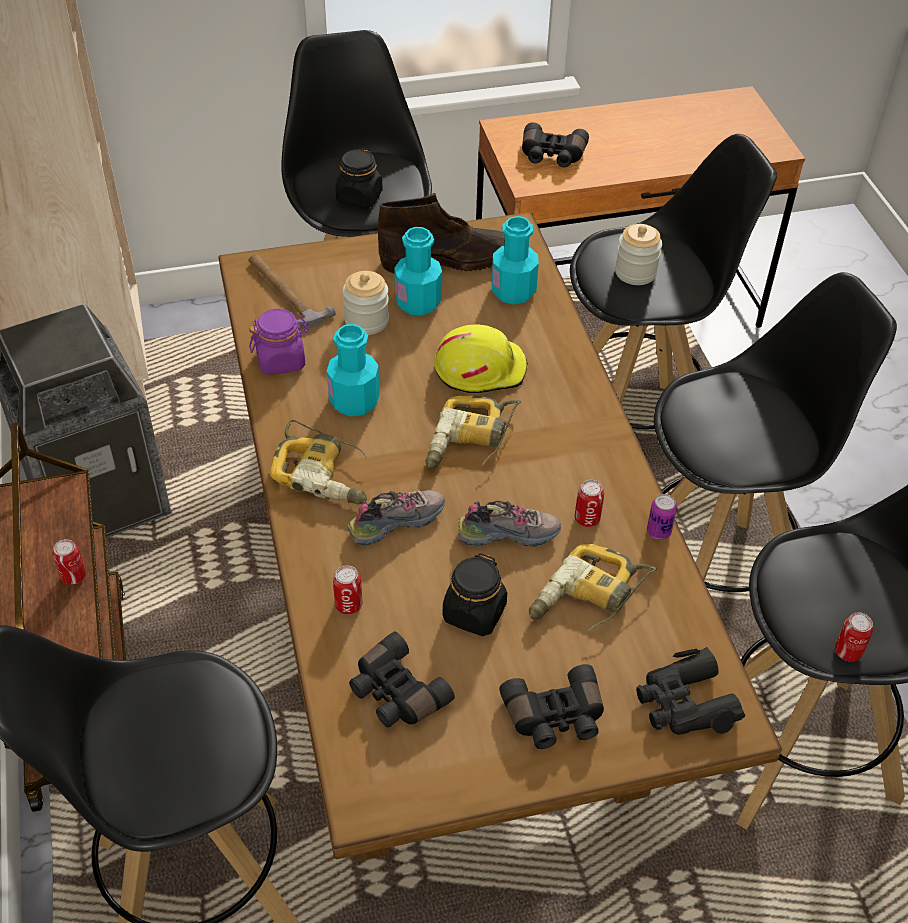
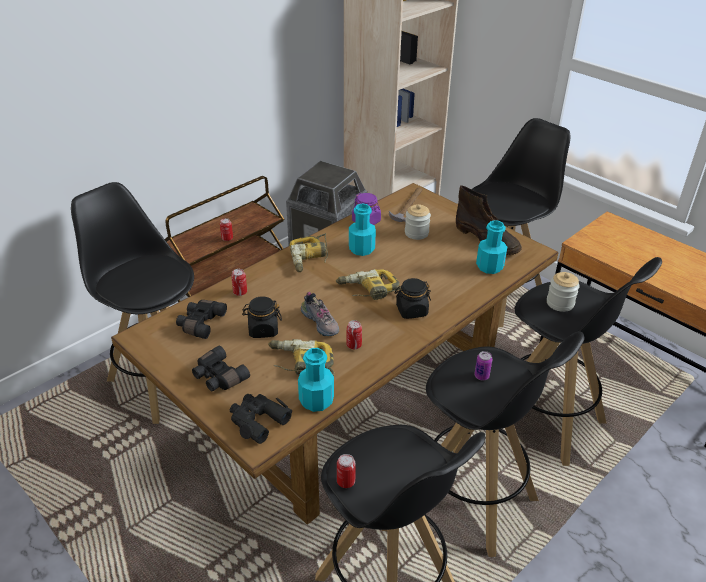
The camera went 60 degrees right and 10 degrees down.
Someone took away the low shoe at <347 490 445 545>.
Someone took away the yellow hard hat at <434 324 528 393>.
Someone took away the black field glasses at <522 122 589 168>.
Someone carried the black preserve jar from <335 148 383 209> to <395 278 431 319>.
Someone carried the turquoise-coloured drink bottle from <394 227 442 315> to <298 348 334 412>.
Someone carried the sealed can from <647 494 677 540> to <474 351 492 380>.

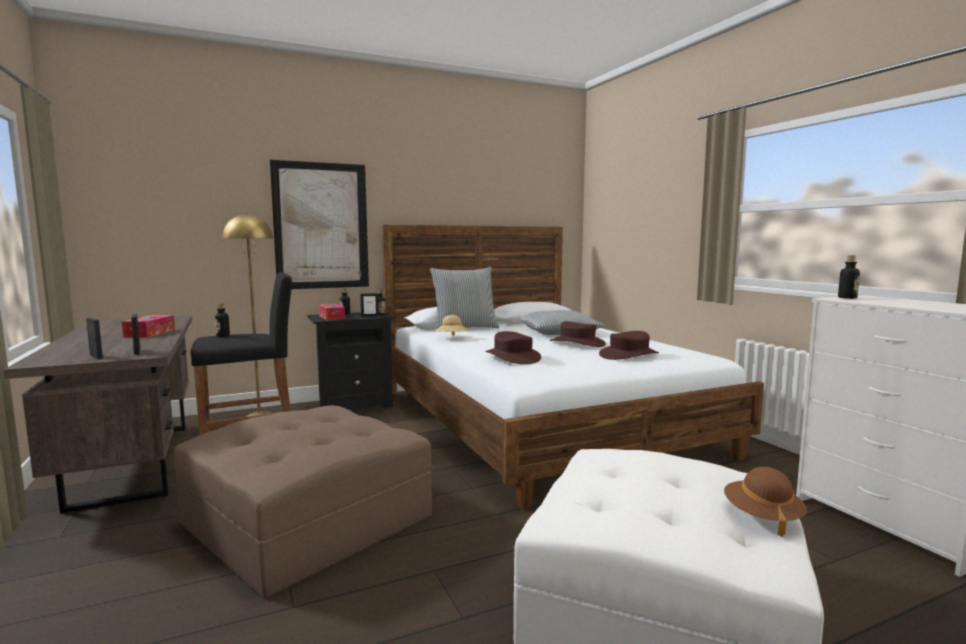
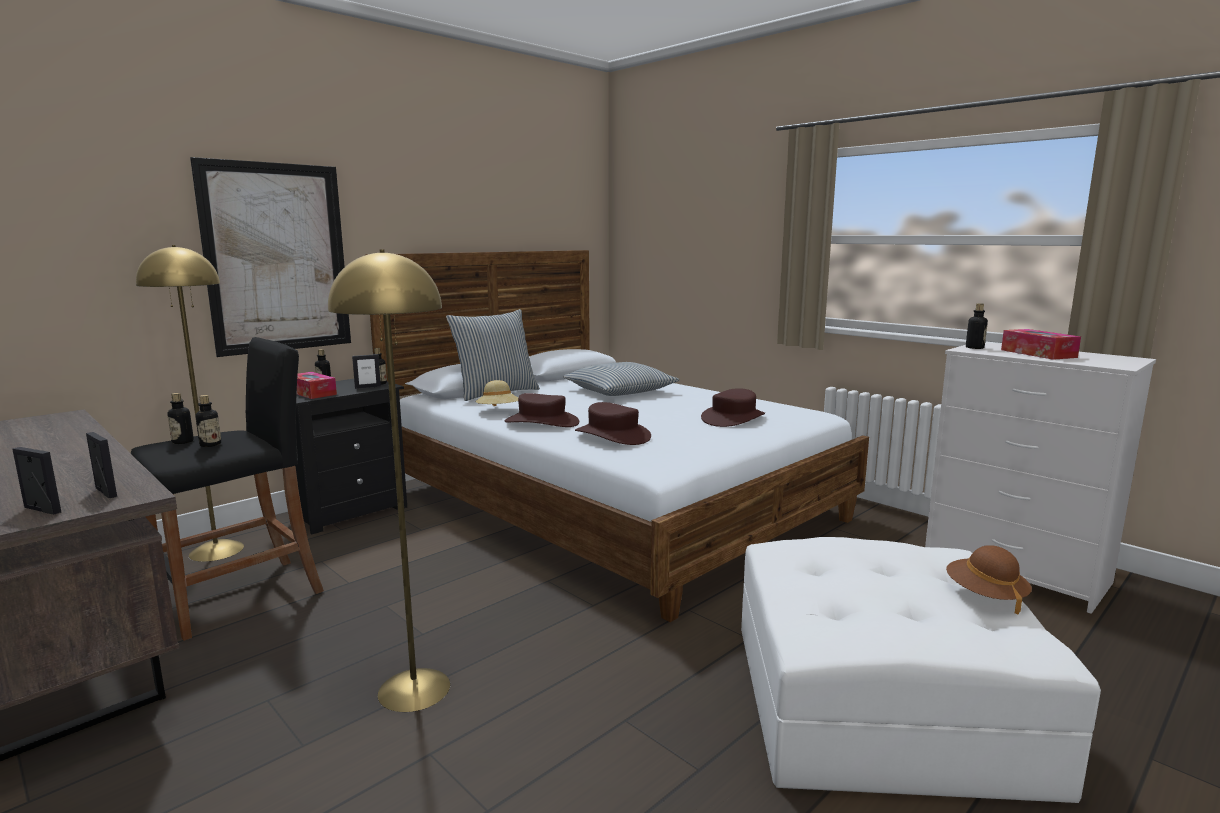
The camera went 20 degrees left and 5 degrees up.
Someone put down the drink bottle at <195 395 221 447>.
Someone carried the box of tissues from <122 315 175 338> to <1001 329 1081 360>.
Someone carried the brown-coloured hat from <550 321 606 347> to <504 393 579 427>.
Someone swapped the brown-coloured footrest at <174 405 432 598> for the yellow standard lamp at <328 249 450 712>.

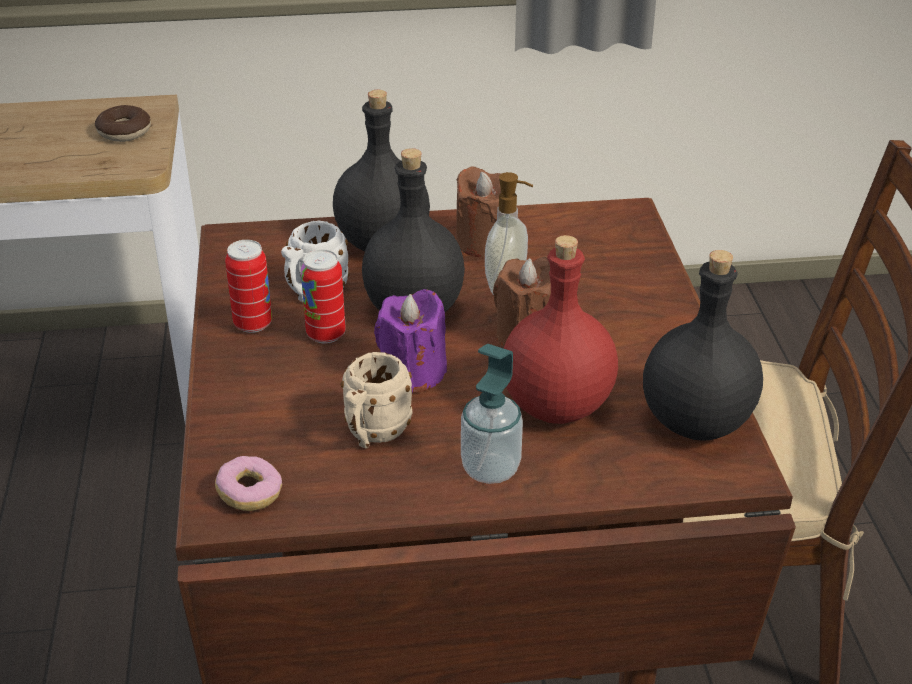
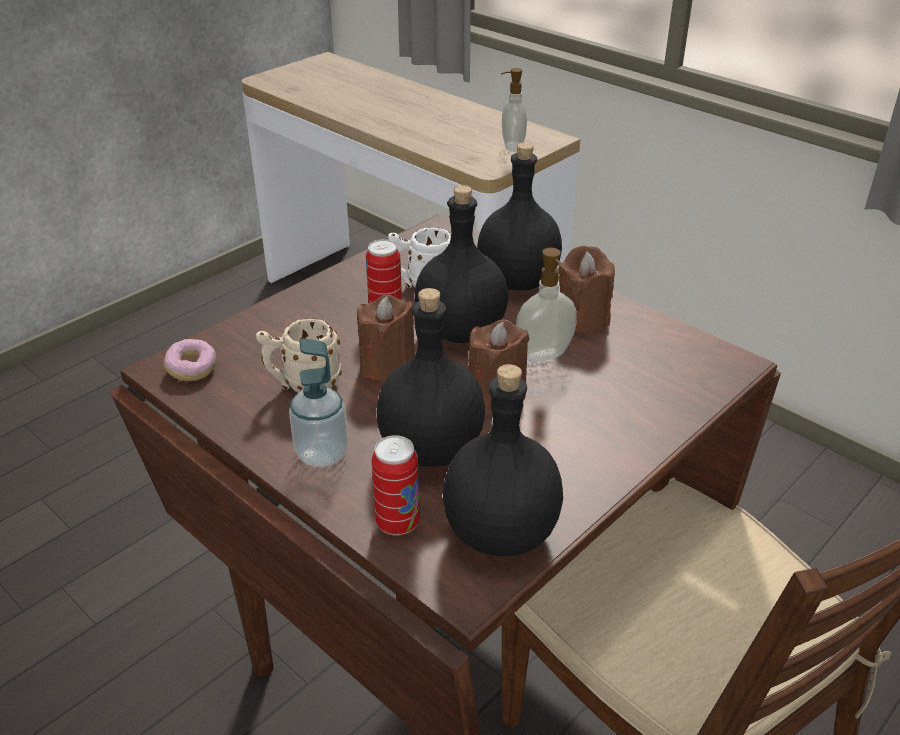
The camera went 50 degrees right and 0 degrees up.
Someone carried the sealed can from <225 240 272 333> to <372 435 420 535>.
Someone swapped the doughnut at <95 105 151 142> for the soap bottle at <501 68 527 152>.
Someone repainted the purplish candle at <374 289 447 393>, which became the brown-coloured candle at <357 295 415 383>.
Someone repainted the reddish drink bottle at <504 235 618 424>, which became the black drink bottle at <377 288 485 467>.

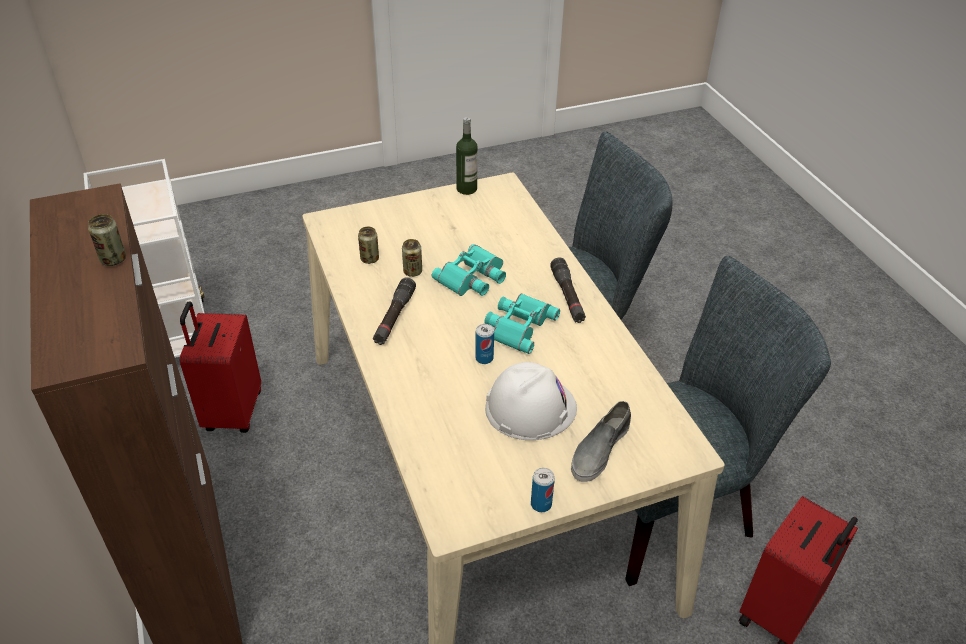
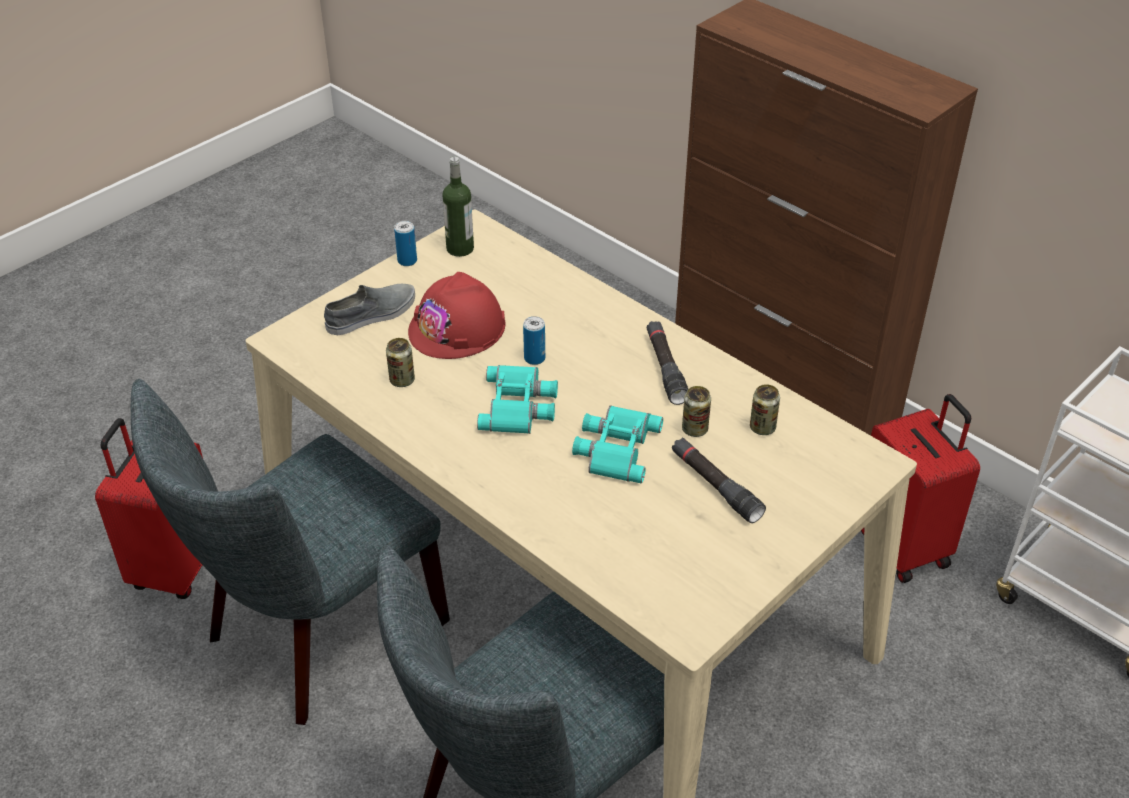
The camera went 155 degrees right and 0 degrees up.
Someone carried the sealed can from <88 214 126 266> to <386 338 415 387>.
Someone carried the drink bottle from <456 117 478 195> to <442 156 474 257>.
Someone carried the black torch from <550 257 586 323> to <672 438 766 523>.
Someone repainted the white hard hat at <485 362 577 440>, which became the reddish hard hat at <408 272 505 359>.
Someone rotated the grey low shoe at <571 401 631 482> by 45 degrees clockwise.

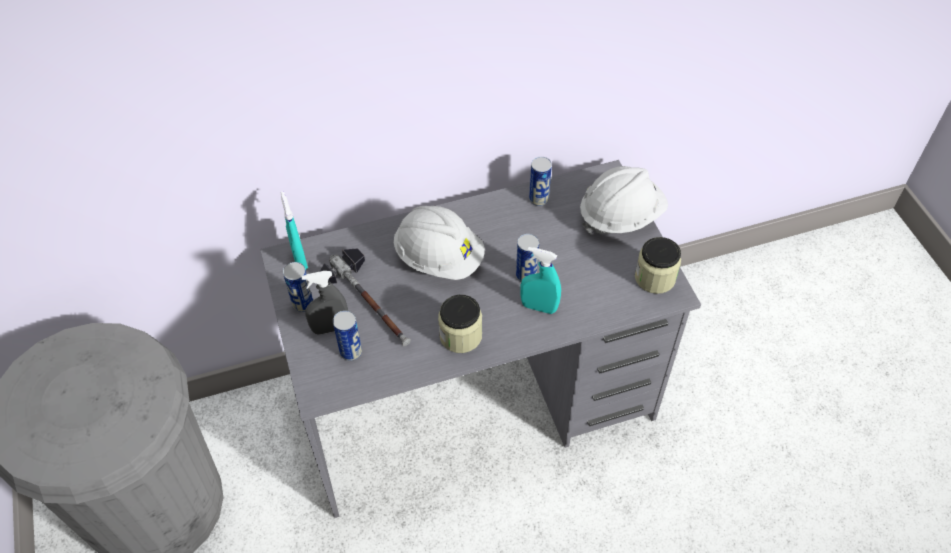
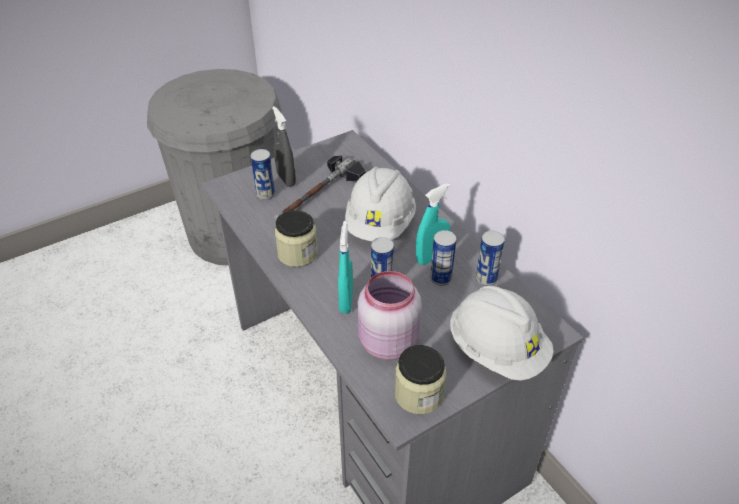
The camera went 75 degrees right and 10 degrees down.
Someone put down the pink-coloured preserve jar at <358 271 422 360>.
Someone carried the turquoise-coloured spray bottle from <280 191 308 270> to <416 183 451 265>.
Someone carried the sealed can from <283 262 313 312> to <430 230 456 286>.

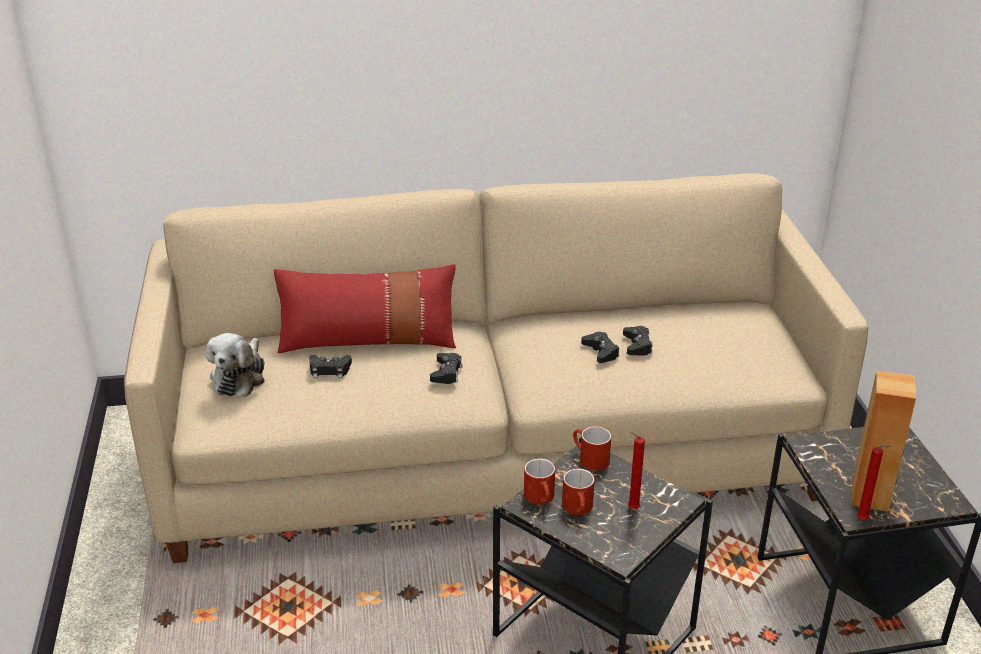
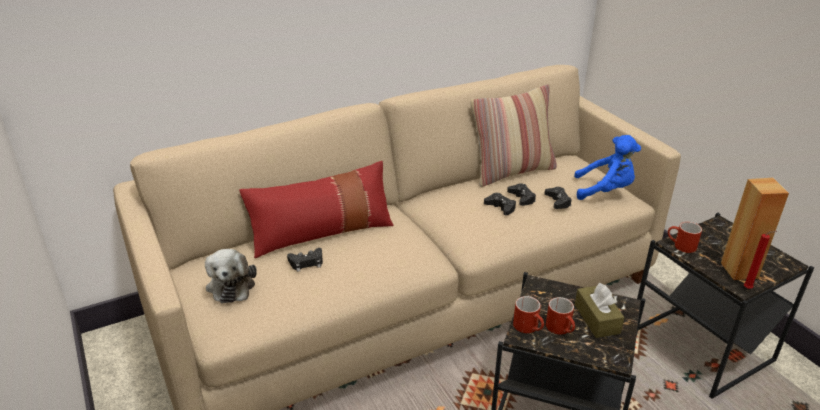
The camera went 20 degrees left and 0 degrees up.
Someone put down the throw pillow at <471 85 557 187>.
Someone put down the blue-coloured cuddly toy at <574 135 641 200>.
Someone carried the black joypad from <430 353 463 384> to <545 187 572 209>.
Someone carried the reddish coffee mug from <573 426 611 471> to <668 222 702 253>.
Someone swapped the reddish candle at <628 431 645 509> for the brown-coloured box of tissues at <575 282 625 338>.

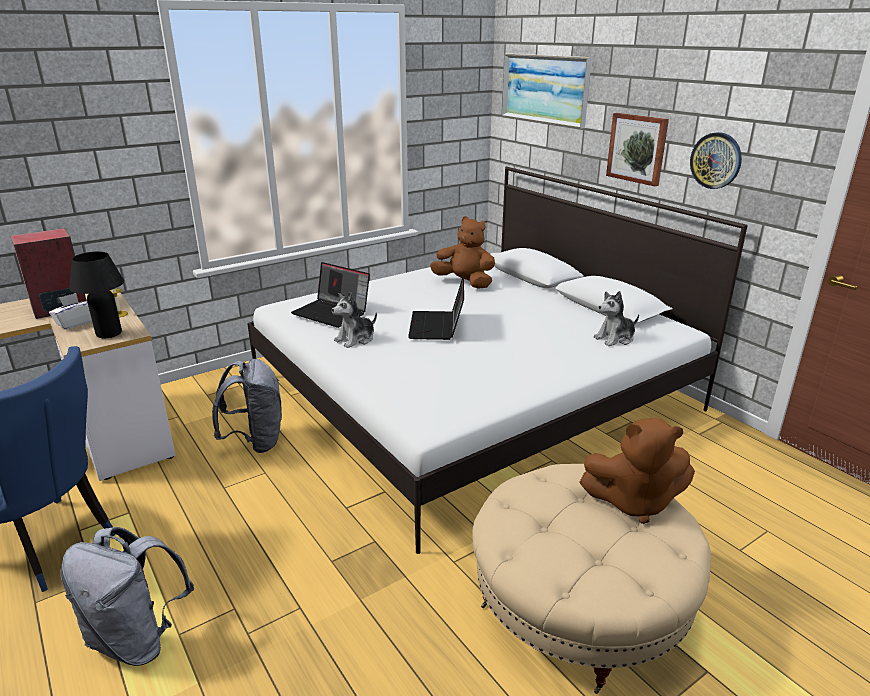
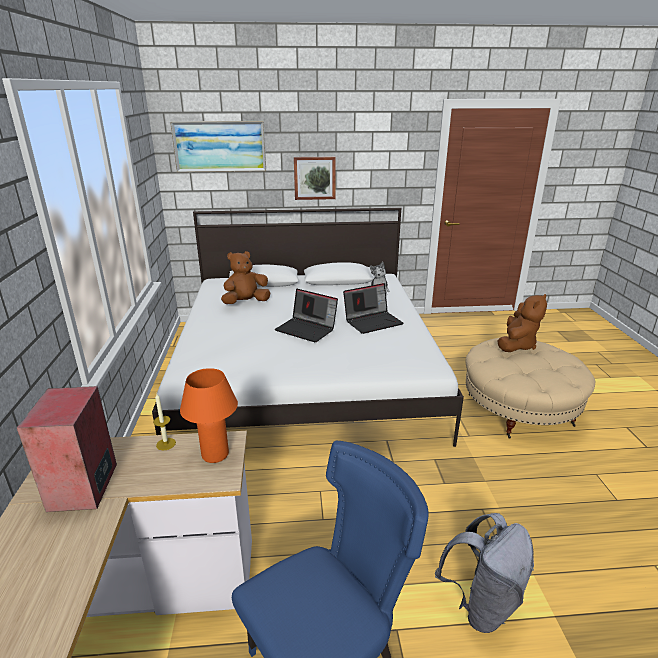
The camera went 60 degrees left and 0 degrees up.
Someone took away the white box of tissues at <49 293 92 329>.
Someone took away the grey knapsack at <212 359 282 453>.
Someone took away the cuddly toy at <332 292 377 348>.
Someone took away the hanging clock at <690 132 742 189>.
Someone carried the notebook computer from <291 262 370 328> to <343 283 403 334>.
Someone repainted the black tabletop lamp at <69 252 124 338>, which became the orange tabletop lamp at <180 368 238 463>.

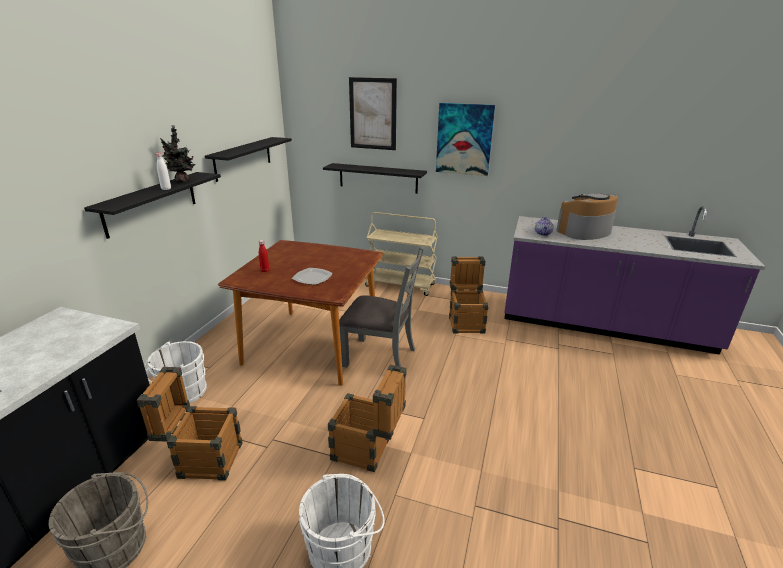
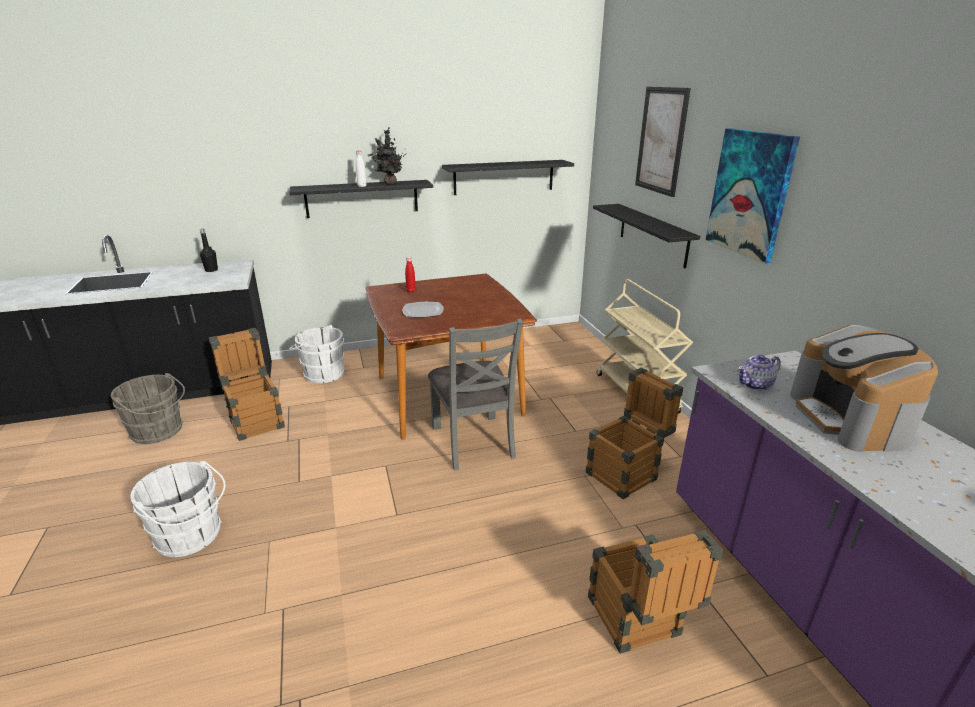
The camera went 55 degrees right and 0 degrees up.
Someone put down the black drink bottle at <200 229 218 272>.
Someone carried the packing crate from <328 365 407 472> to <588 530 723 654>.
Someone rotated the coffee maker at <556 193 618 240> by 120 degrees counterclockwise.

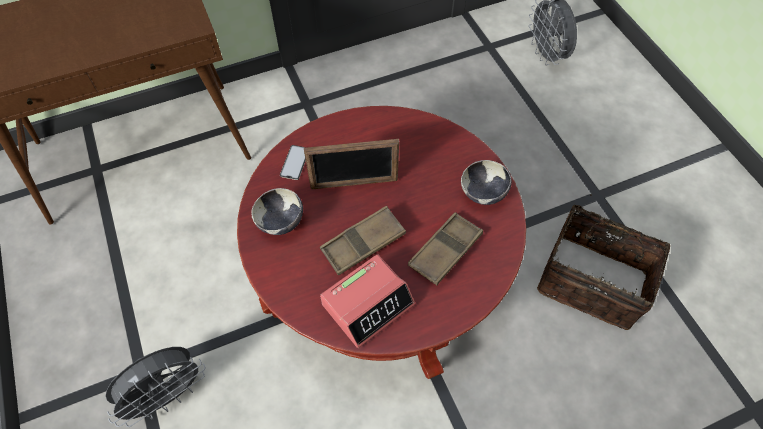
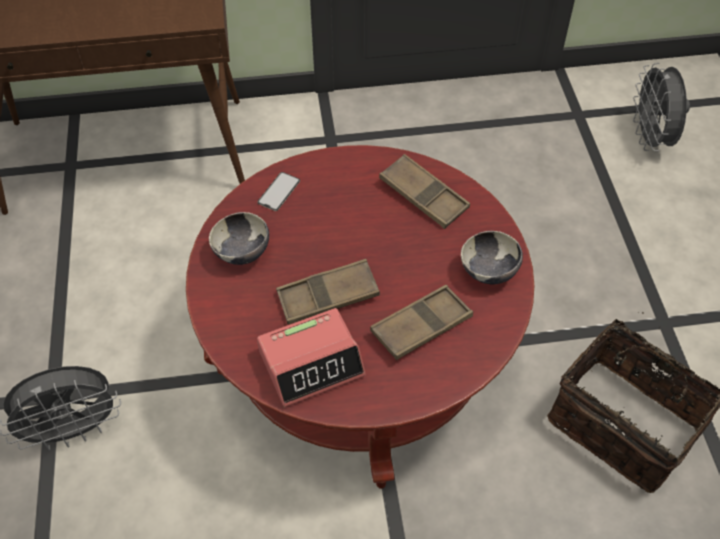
The camera went 15 degrees right and 5 degrees down.
Someone took away the standing frame at <304 139 399 189>.
Someone put down the brown-coloured tray at <379 154 470 229>.

